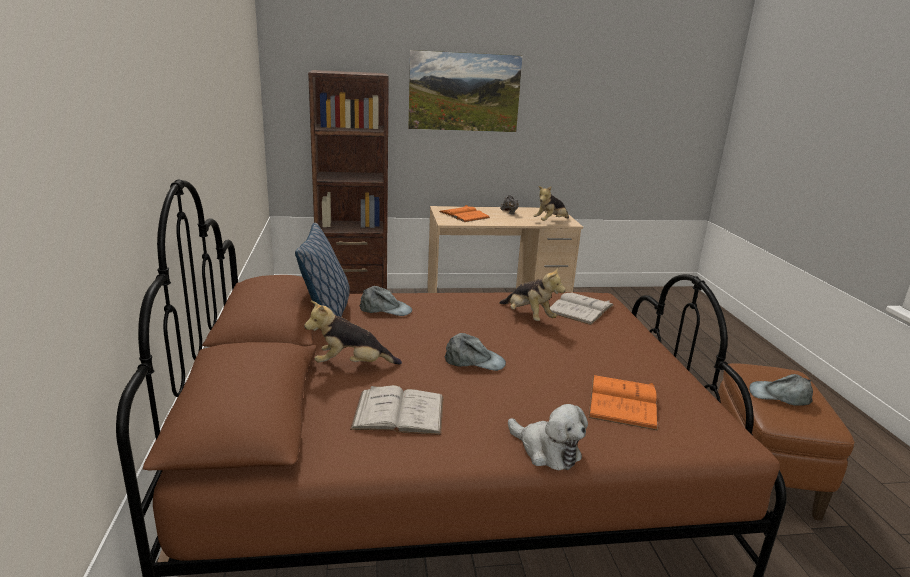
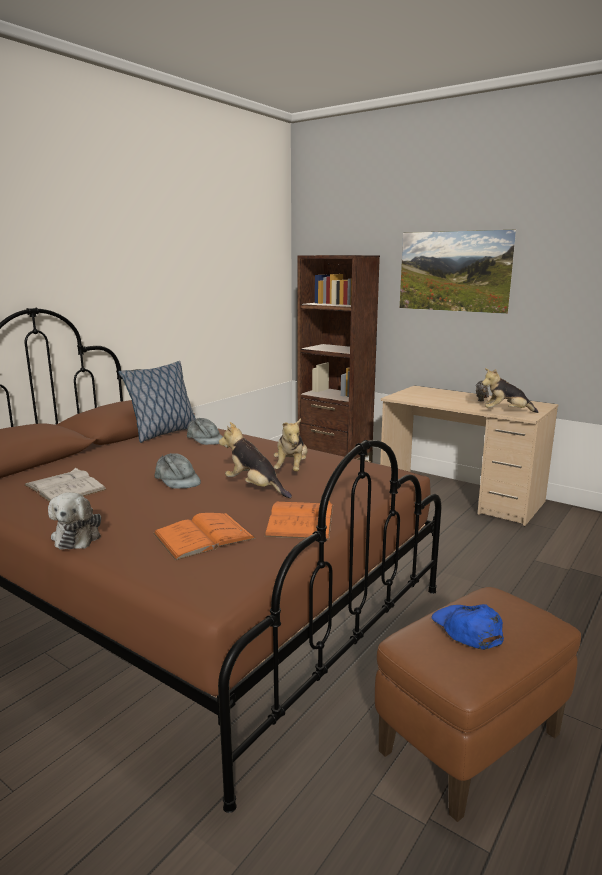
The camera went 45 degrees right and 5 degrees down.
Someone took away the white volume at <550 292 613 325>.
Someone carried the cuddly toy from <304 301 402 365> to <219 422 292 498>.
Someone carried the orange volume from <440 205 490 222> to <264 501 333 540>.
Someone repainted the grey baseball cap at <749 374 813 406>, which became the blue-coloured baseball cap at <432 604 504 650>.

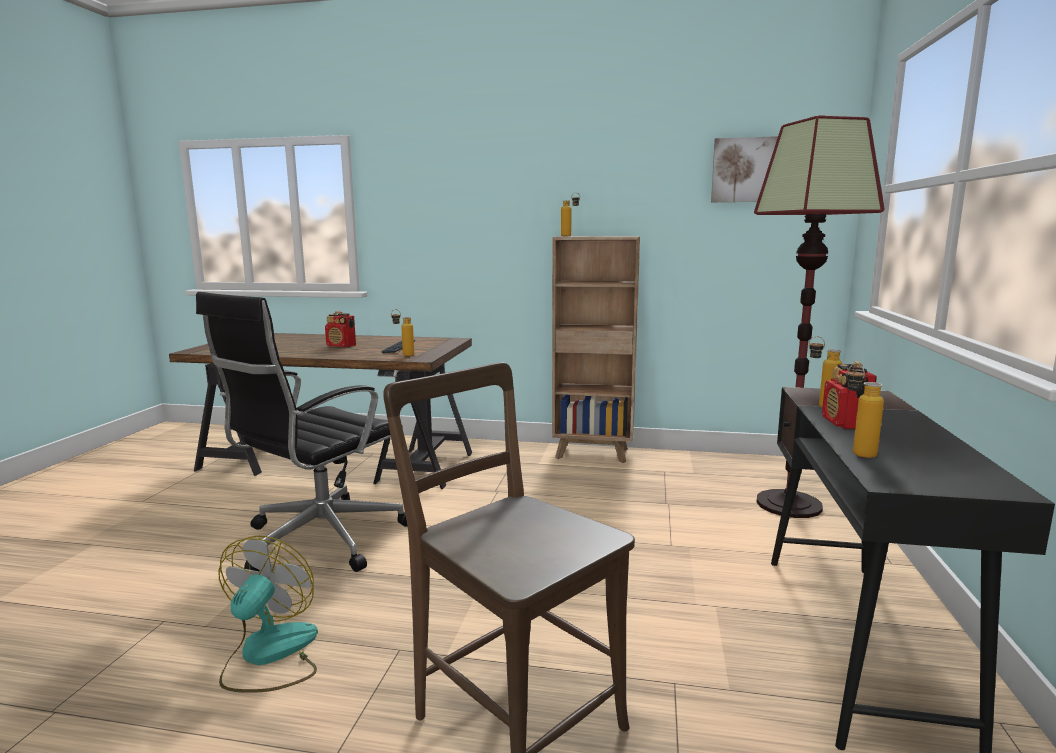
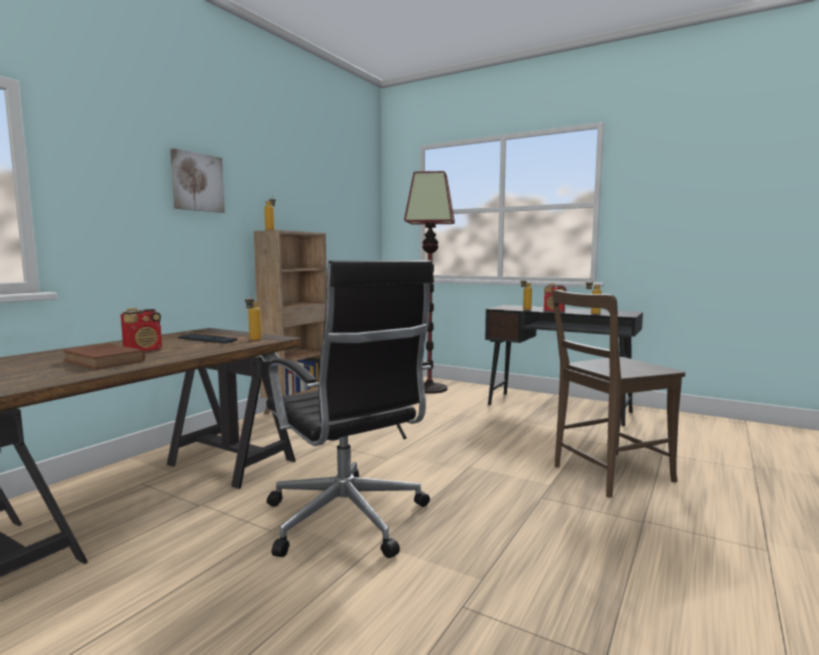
The camera went 70 degrees left and 5 degrees down.
Someone took away the fan at <218 536 318 693>.
Someone put down the brown-coloured volume at <63 344 145 369>.
Someone carried the picture from <711 136 778 202> to <170 148 225 213>.

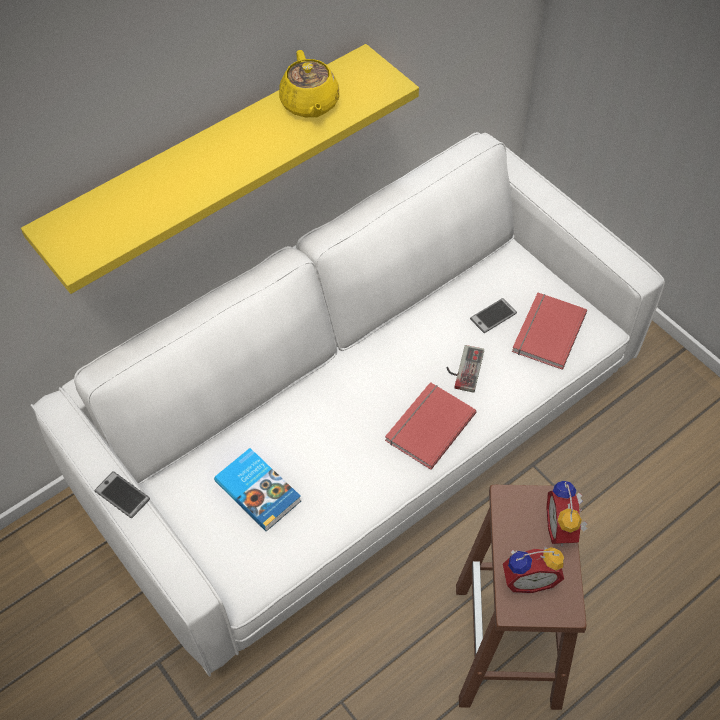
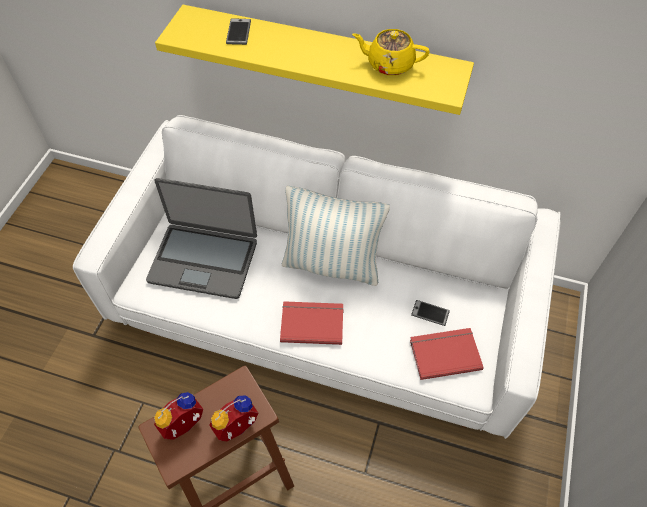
The camera went 55 degrees right and 0 degrees up.
Someone took away the joypad at <446 345 484 393>.
Someone put down the throw pillow at <282 186 390 286>.
Someone carried the telephone from <94 471 150 518> to <226 19 251 45>.
Someone swapped the volume at <214 448 301 531> for the notebook computer at <146 178 257 299>.
Someone rotated the yellow tea pot at <279 50 339 117> by 60 degrees clockwise.
Someone rotated the alarm clock at <503 545 564 593> by 90 degrees clockwise.

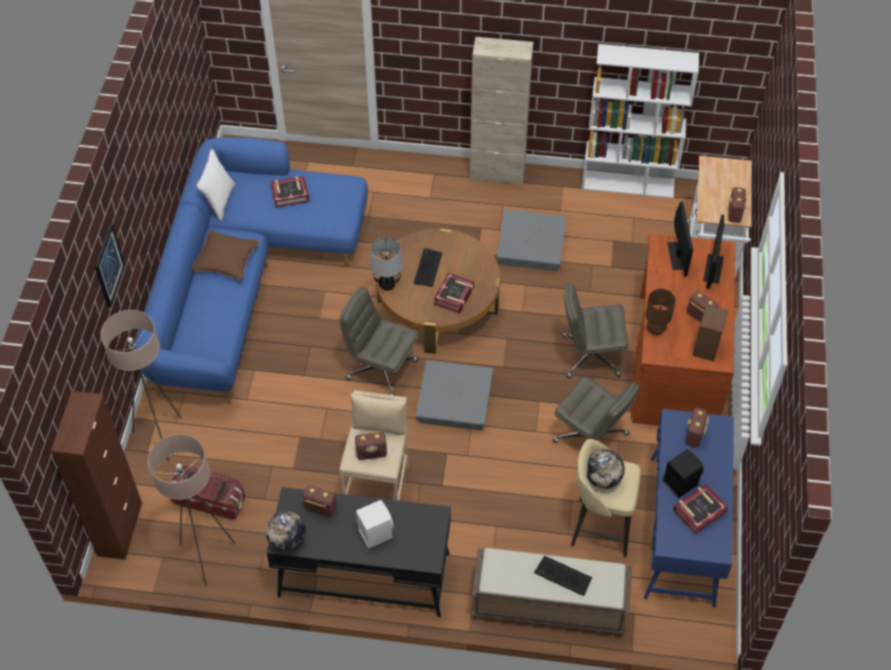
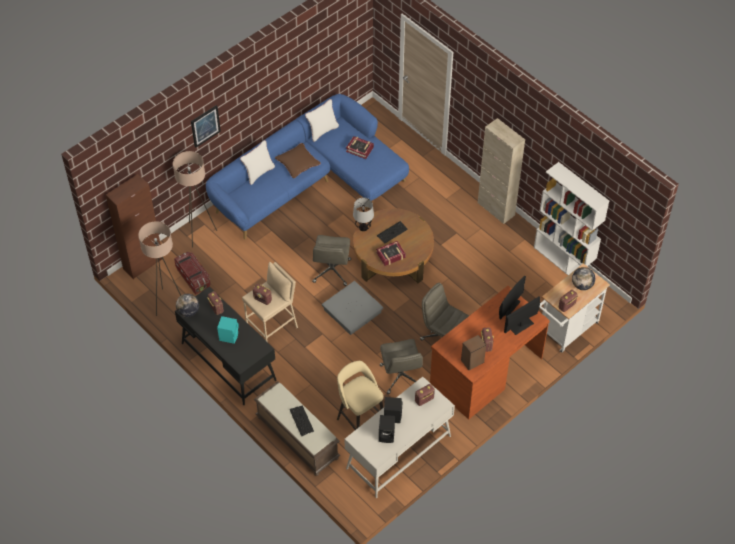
The camera went 40 degrees right and 0 degrees up.
Someone took away the grey storage container at <496 209 566 271>.
Someone took away the brown-coloured tabletop lamp at <645 289 676 335>.
Someone put down the white throw pillow at <240 140 275 185>.
Someone carried the desk globe from <587 449 625 489> to <572 267 595 290>.
Someone swapped the volume at <673 484 729 534> for the black audio speaker at <379 415 395 443>.
Someone repainted the white audio speaker at <356 500 394 549>, which became the turquoise-coloured audio speaker at <217 316 239 344>.
Someone repainted the blue-coloured desk table at <644 409 734 608>, which became the white desk table at <345 377 455 498>.
Someone rotated the grey office chair at <340 287 419 396> by 150 degrees counterclockwise.

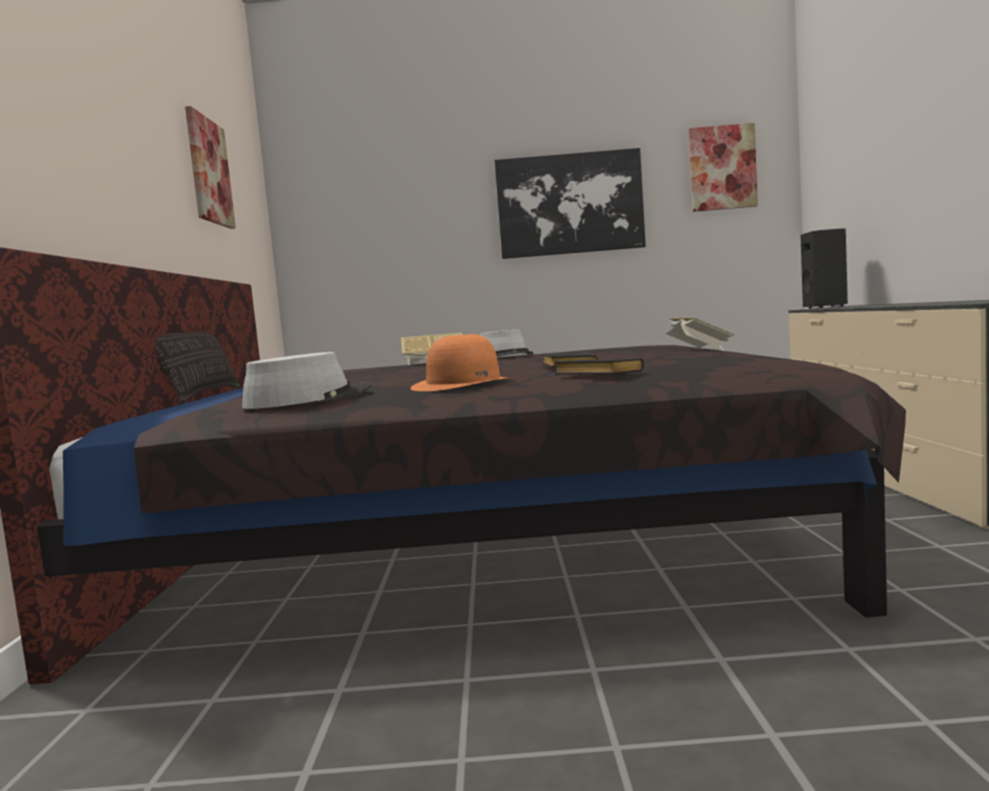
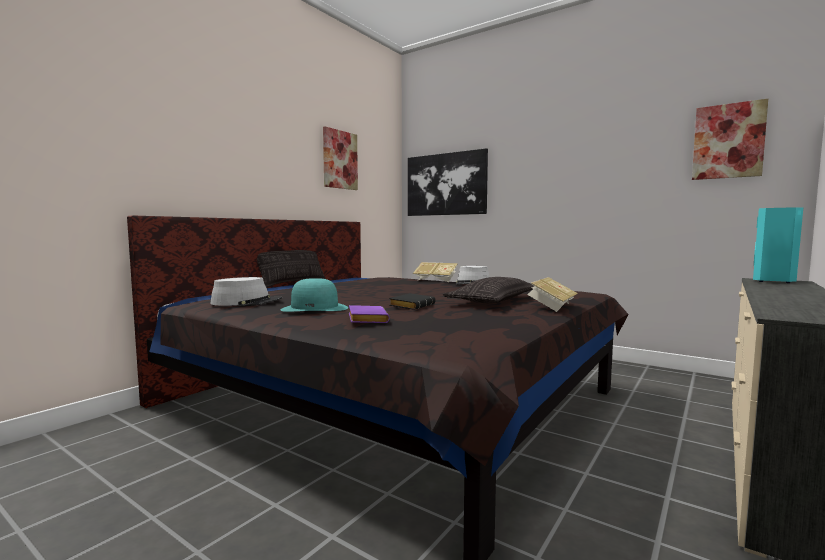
The camera went 35 degrees right and 0 degrees up.
Someone put down the throw pillow at <443 277 534 303>.
Someone carried the picture from <495 148 646 259> to <408 148 488 216>.
Someone repainted the orange hat at <410 334 516 391>, which became the turquoise-coloured hat at <281 278 348 312>.
Someone repainted the black volume at <555 358 644 375>, which became the purplish volume at <349 305 390 323>.
Someone repainted the black audio speaker at <800 228 848 308>, which became the turquoise-coloured audio speaker at <753 207 803 283>.

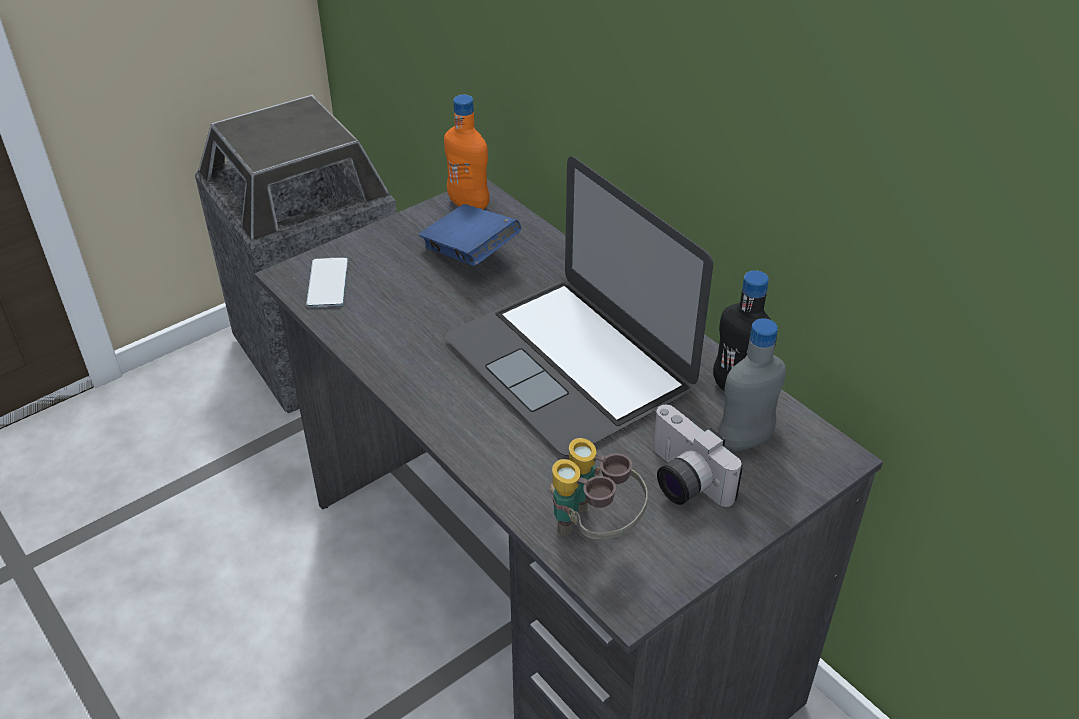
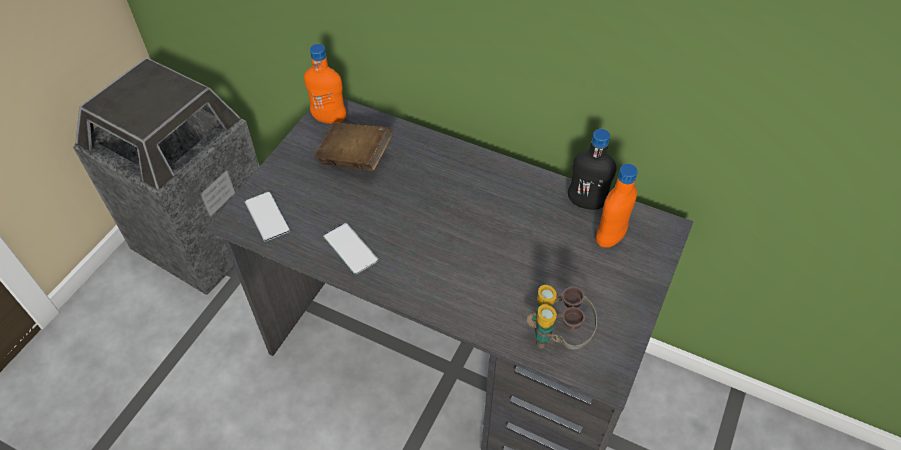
The camera went 25 degrees left and 10 degrees up.
Someone took away the notebook computer at <445 156 713 456>.
Someone took away the photo camera at <653 405 743 507>.
Someone put down the telephone at <323 222 378 274>.
Someone repainted the blue-coloured volume at <419 204 521 266>, which became the brown-coloured volume at <314 122 392 171>.
Someone repainted the grey drink bottle at <718 318 786 451>, which became the orange drink bottle at <596 164 638 248>.

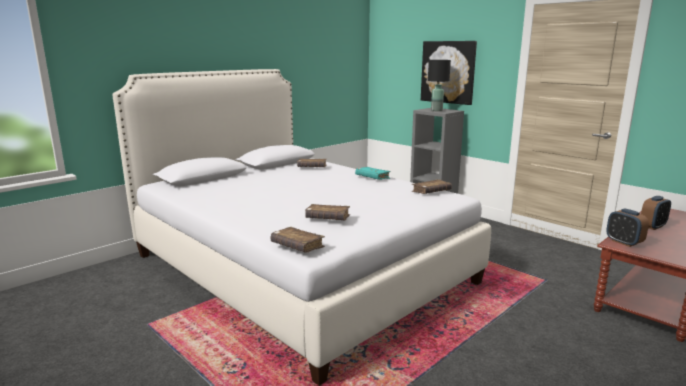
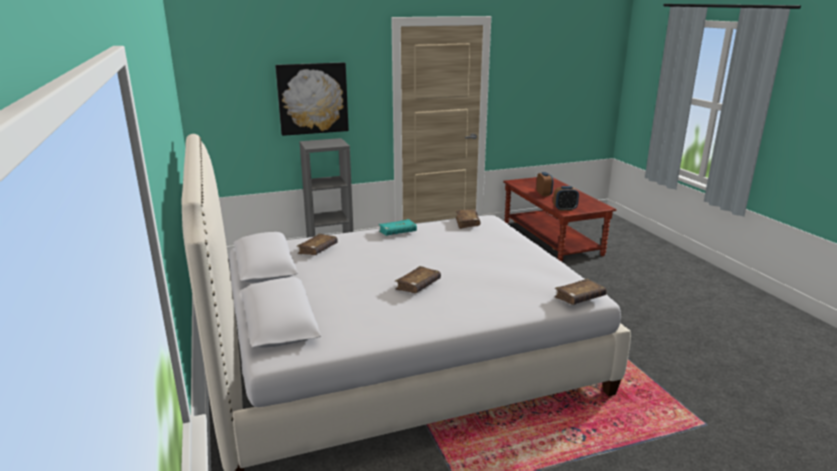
The camera went 65 degrees left and 5 degrees up.
Someone took away the black tabletop lamp at <428 60 451 111>.
Someone carried the brown-coloured volume from <305 204 350 220> to <395 266 441 293>.

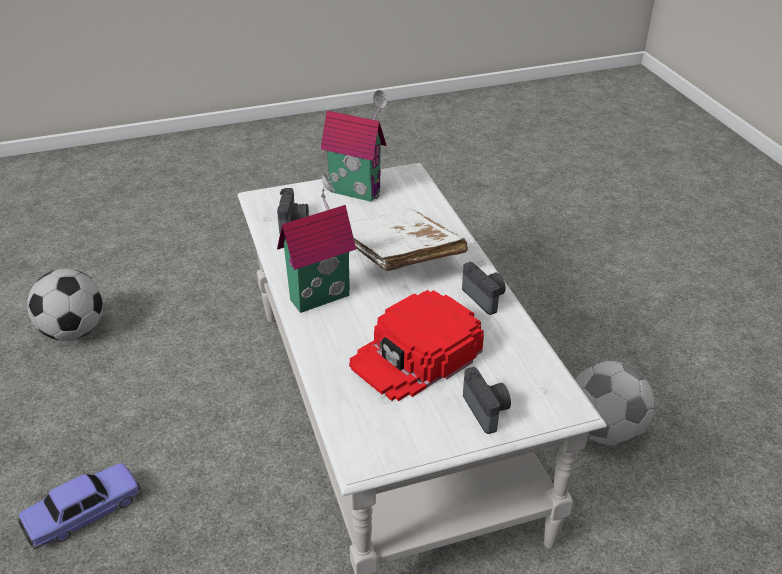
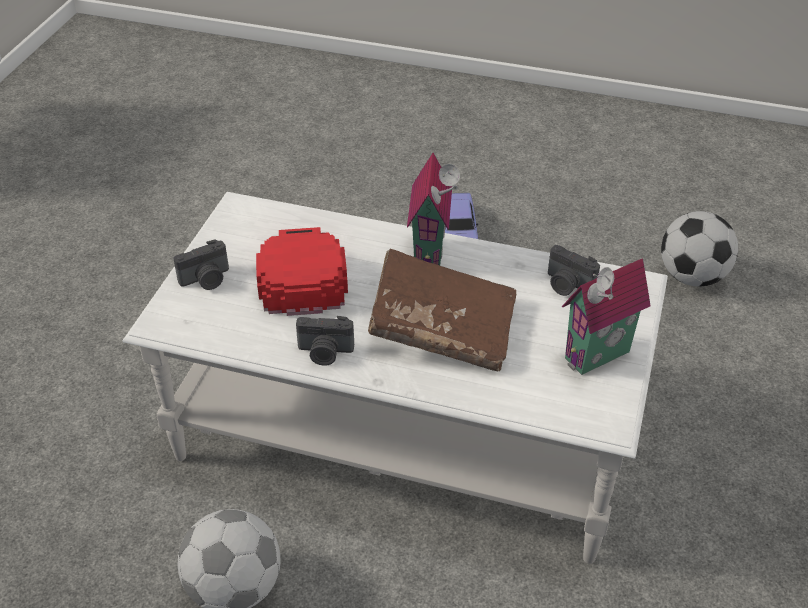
The camera went 125 degrees right and 5 degrees up.
Someone repainted the white volume at <350 208 468 272>, which became the brown-coloured volume at <368 249 516 372>.
Someone rotated the photo camera at <463 367 511 434> by 45 degrees counterclockwise.

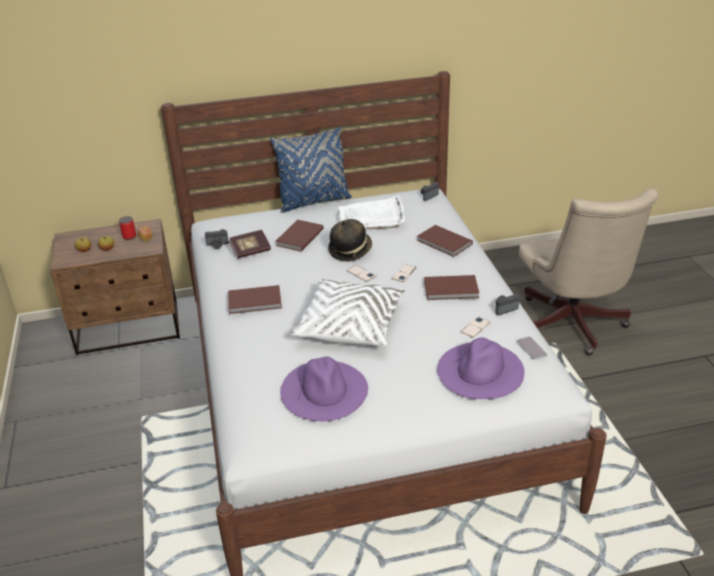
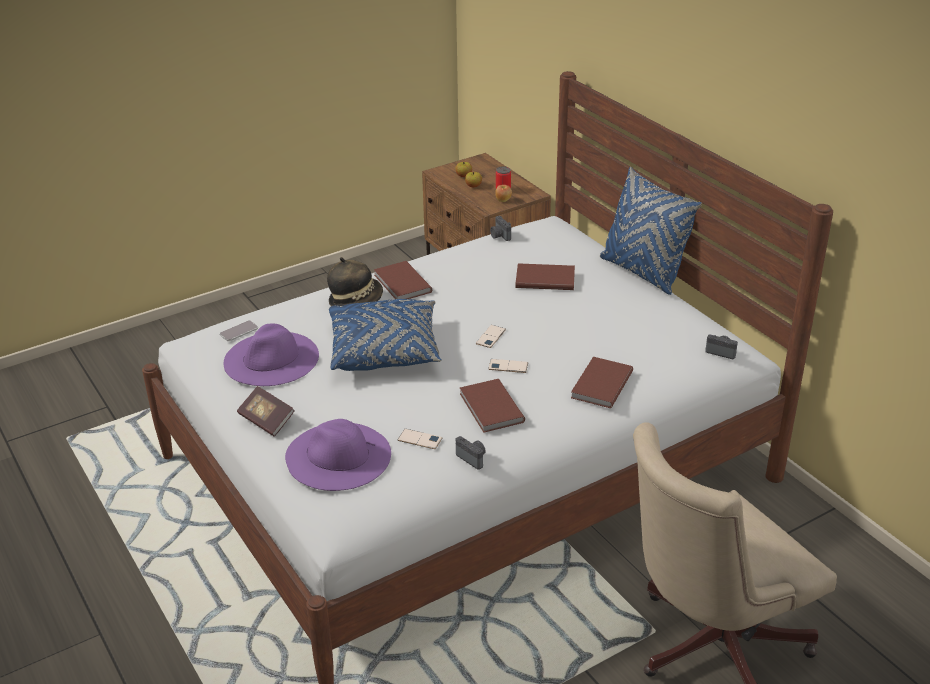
The camera went 70 degrees right and 0 degrees up.
Someone took away the white tray at <339 195 405 229>.
Someone carried the volume from <229 230 271 258> to <237 386 295 437>.
Someone carried the hat from <328 219 372 261> to <327 257 383 306>.
Someone carried the telephone from <517 336 547 360> to <220 320 258 341>.
Someone repainted the white throw pillow at <290 279 405 346>, which became the blue-coloured throw pillow at <329 299 442 371>.

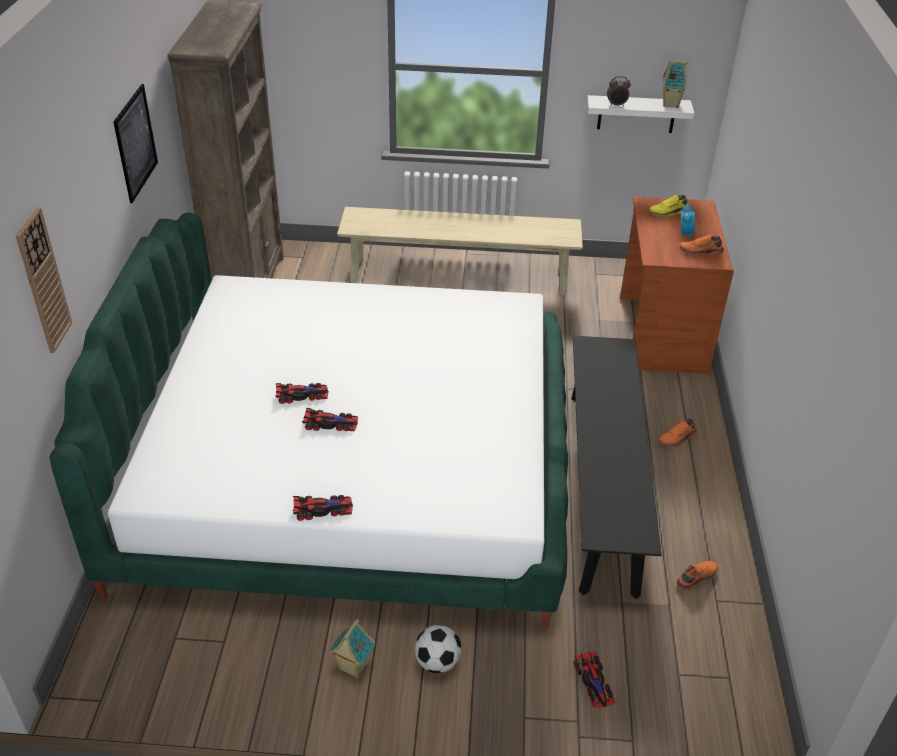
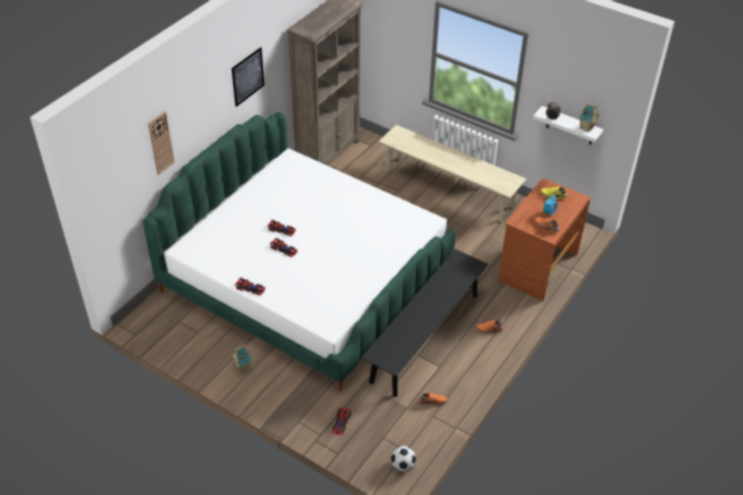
The camera went 30 degrees right and 5 degrees up.
Someone carried the football from <415 625 461 673> to <391 446 416 472>.

